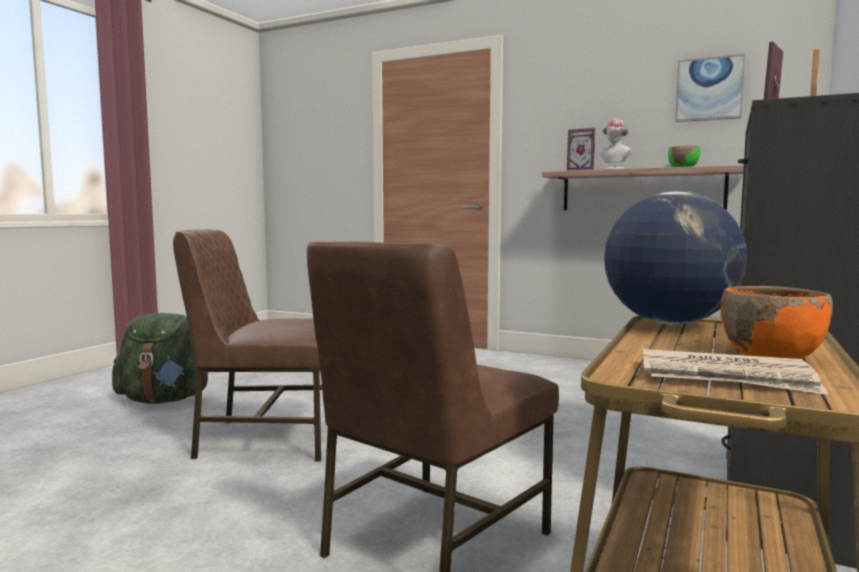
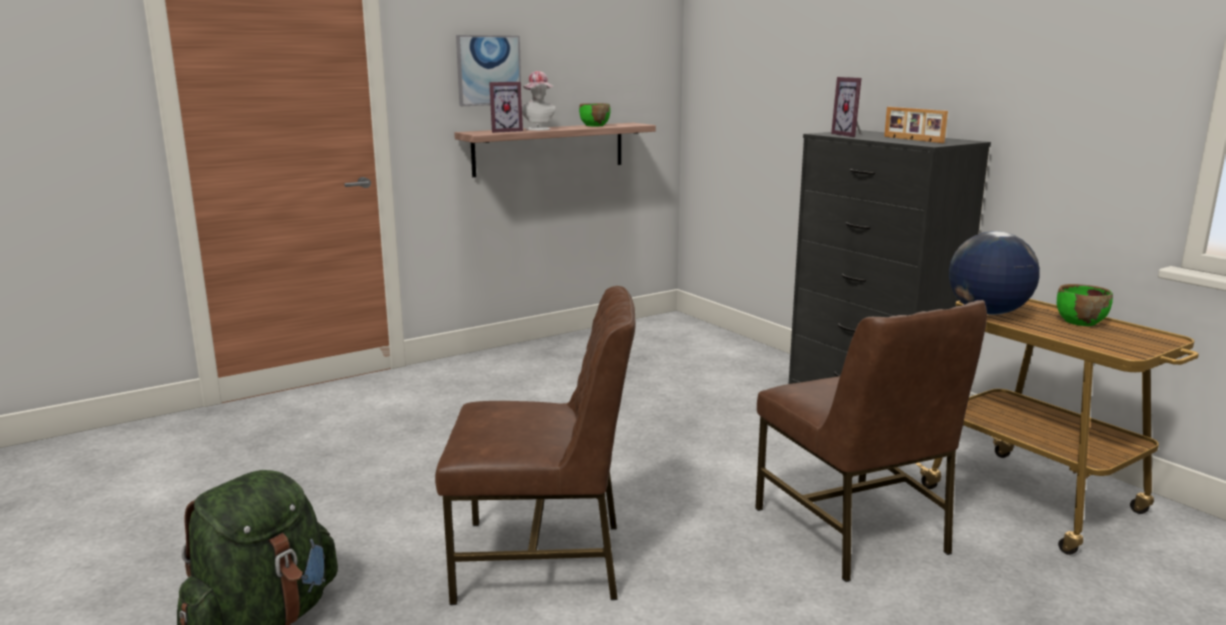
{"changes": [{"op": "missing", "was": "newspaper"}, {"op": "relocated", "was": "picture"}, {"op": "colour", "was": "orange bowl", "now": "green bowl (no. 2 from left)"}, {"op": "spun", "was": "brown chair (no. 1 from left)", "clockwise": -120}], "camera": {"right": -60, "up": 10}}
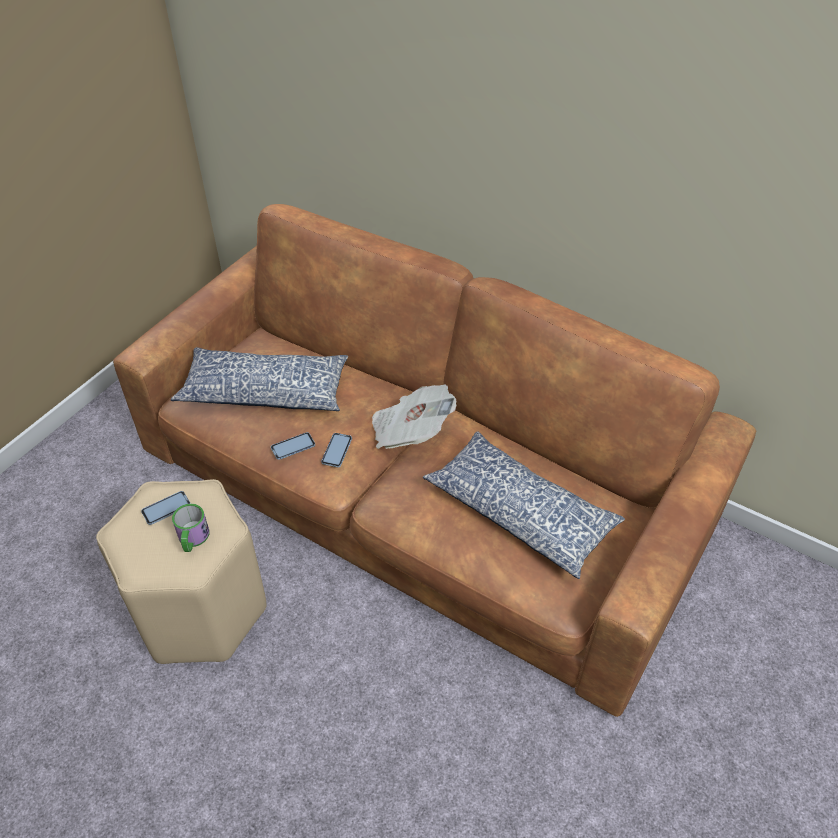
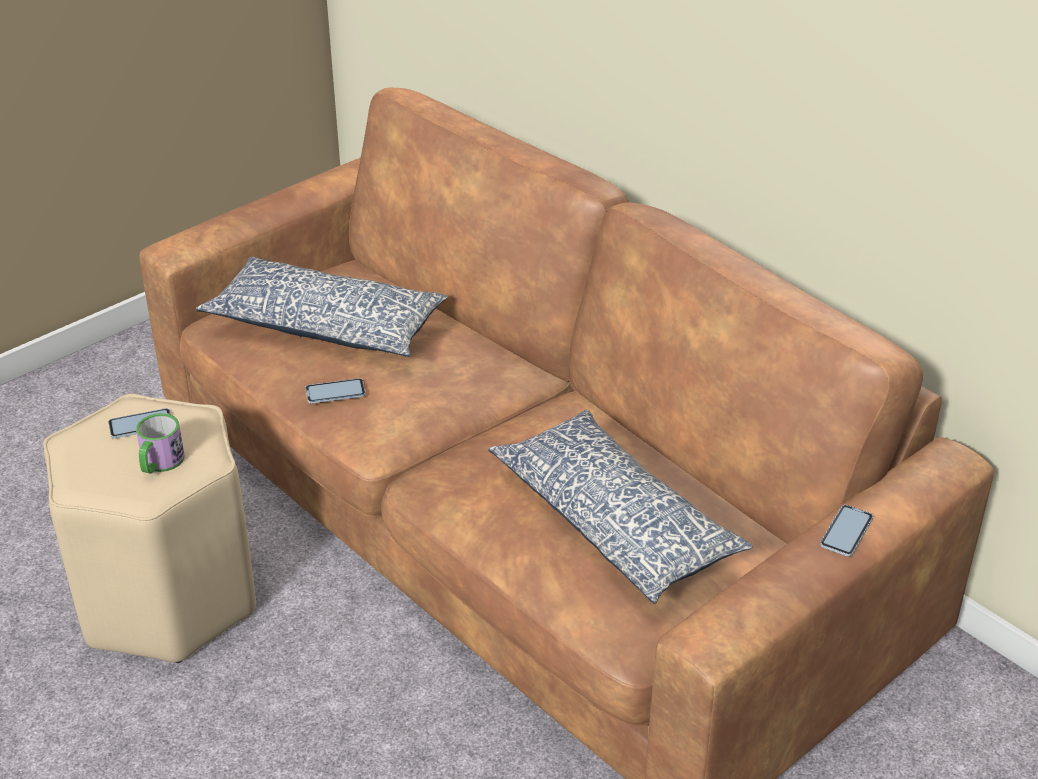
{"changes": [{"op": "missing", "was": "newspaper"}, {"op": "relocated", "was": "phone (no. 3 from left)"}], "camera": {"right": 15, "up": -10}}
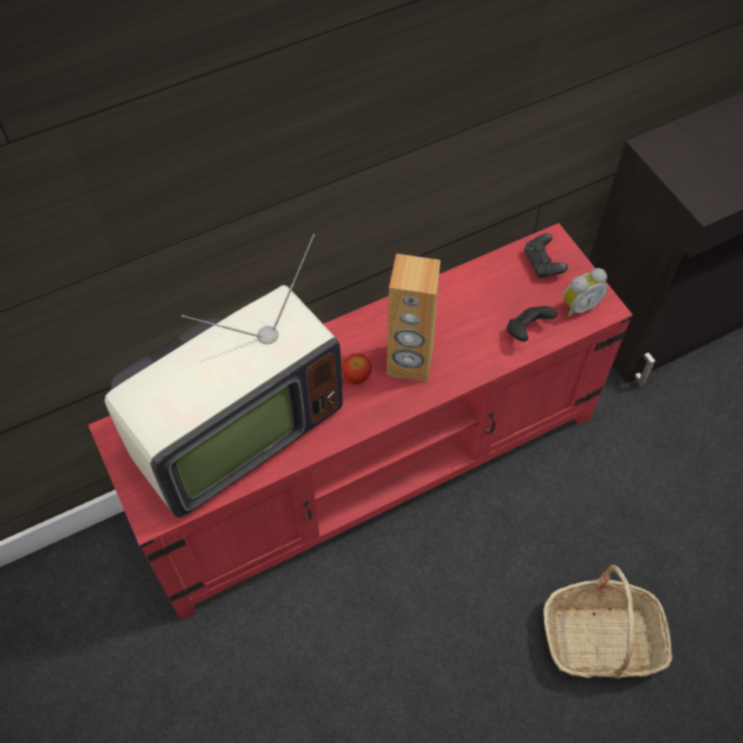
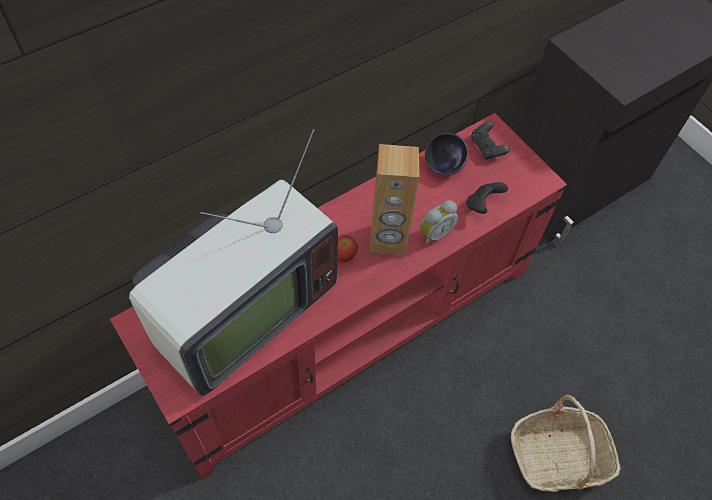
{"changes": [{"op": "appeared", "now": "black bowl"}, {"op": "relocated", "was": "alarm clock"}], "camera": {"right": -10, "up": 0}}
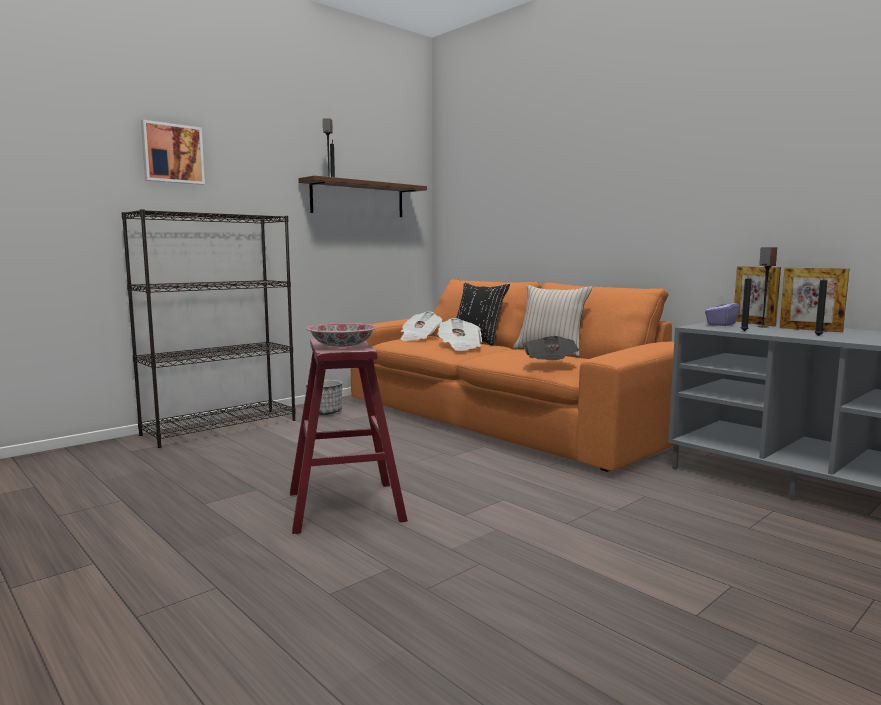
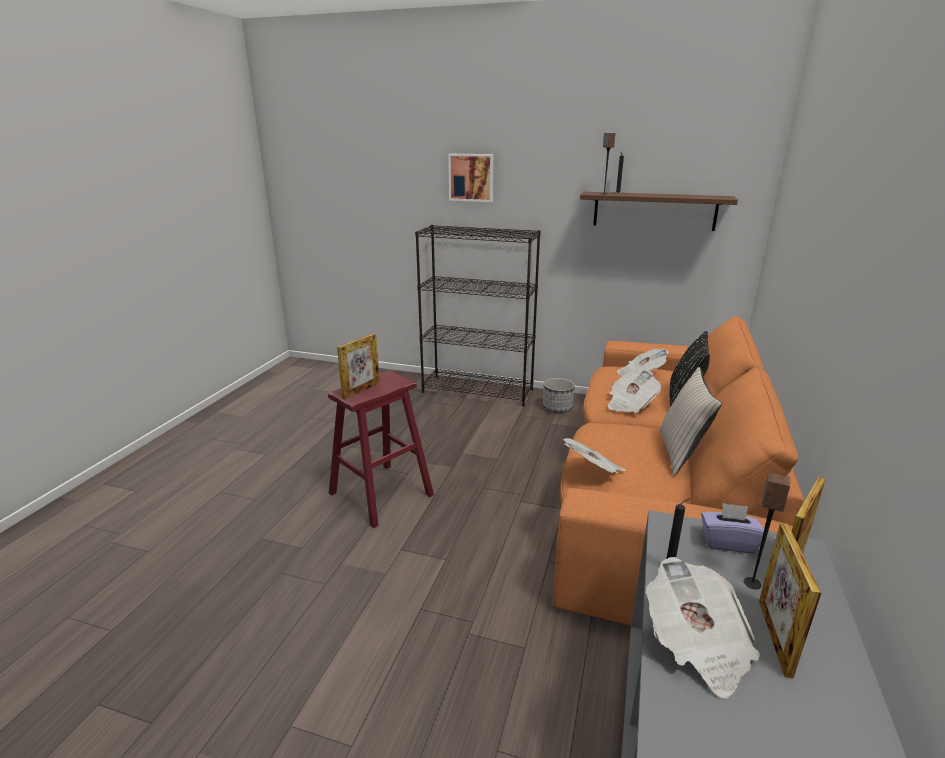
{"changes": [{"op": "exchanged", "was": "bowl", "now": "picture frame (no. 1 from left)"}, {"op": "exchanged", "was": "black candle (no. 3 from left)", "now": "newspaper (no. 4 from left)"}], "camera": {"right": 60, "up": 15}}
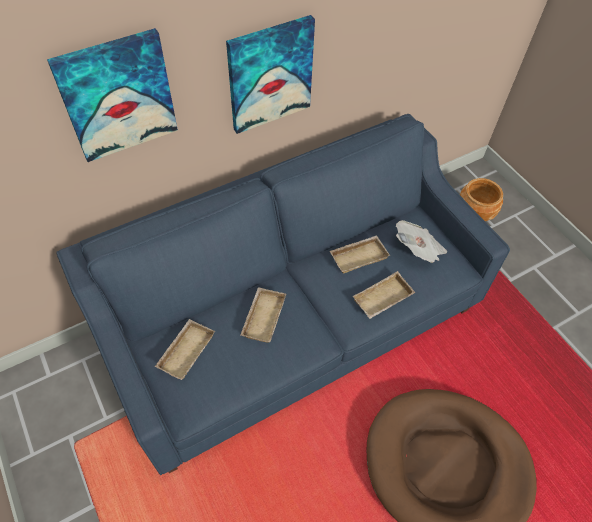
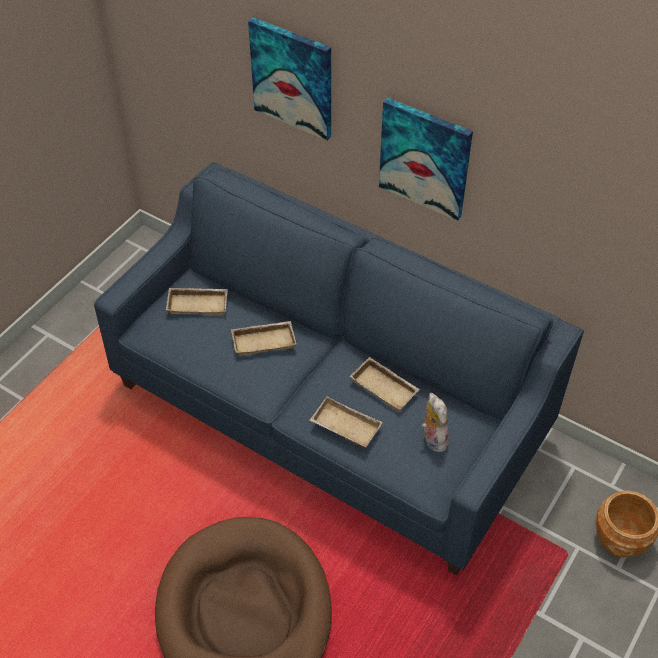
{"changes": [{"op": "exchanged", "was": "newspaper", "now": "plush toy"}], "camera": {"right": 65, "up": -5}}
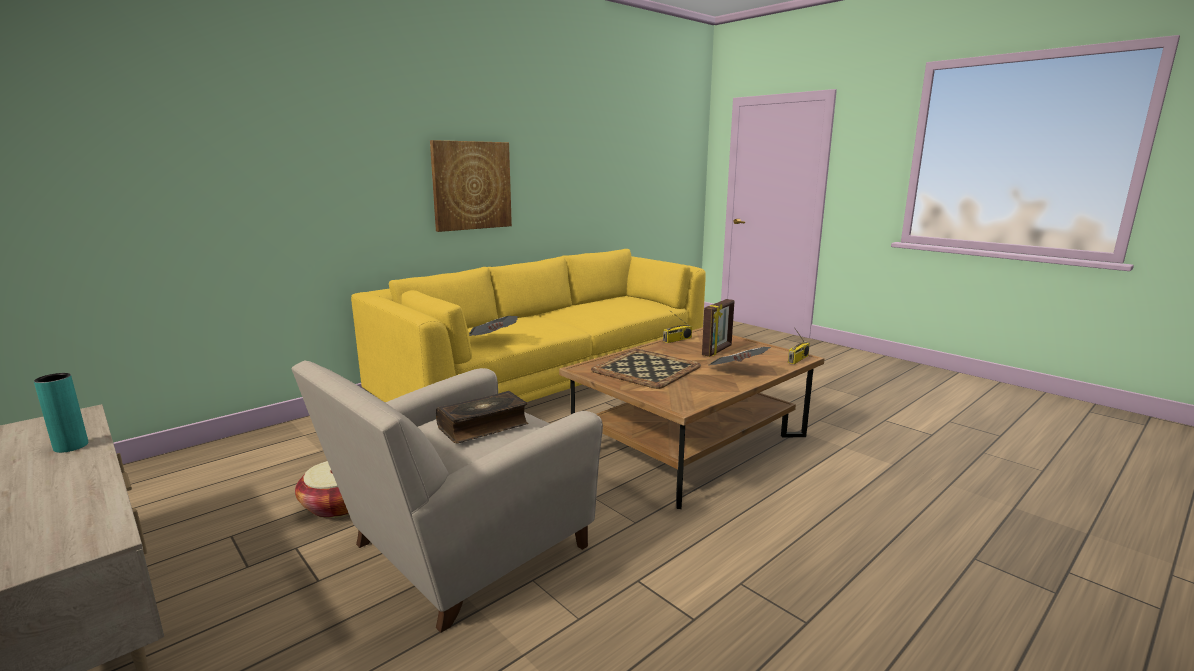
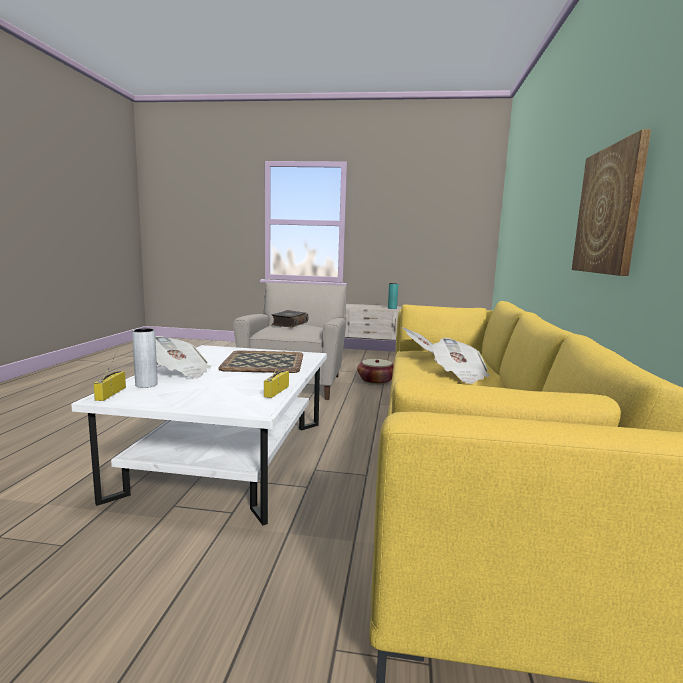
{"changes": [{"op": "missing", "was": "picture frame"}, {"op": "appeared", "now": "grey vase"}, {"op": "appeared", "now": "newspaper (no. 3 from left)"}, {"op": "colour", "was": "brown coffee table", "now": "white coffee table"}], "camera": {"right": 140, "up": -5}}
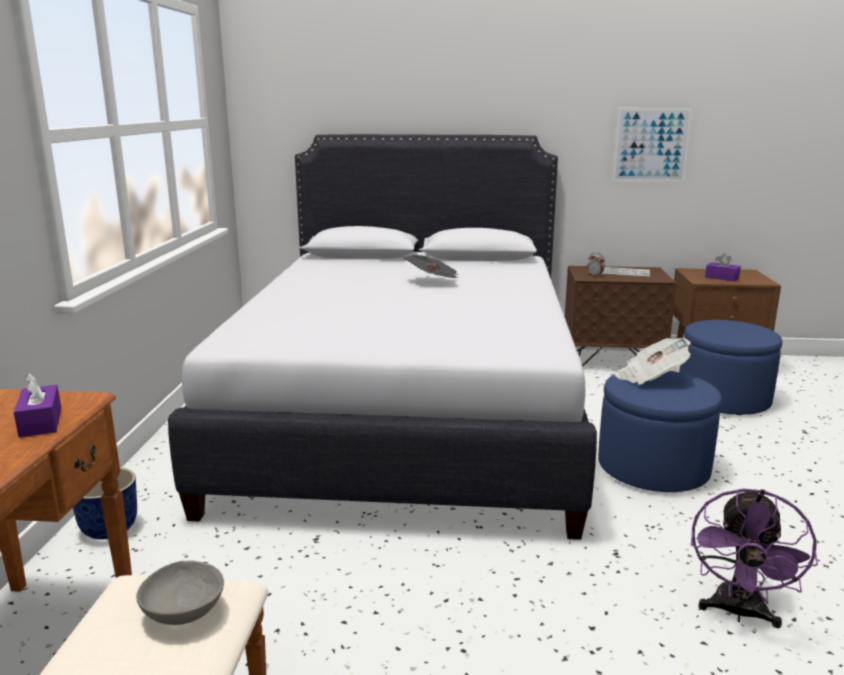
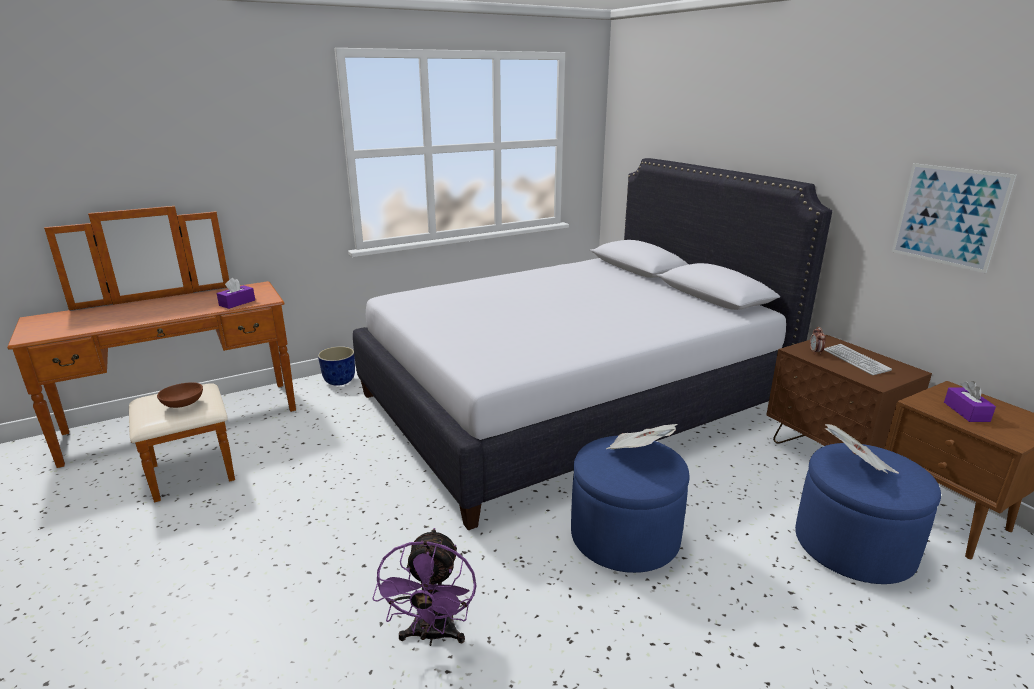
{"changes": [{"op": "relocated", "was": "newspaper (no. 1 from left in the first image)", "now": "newspaper (no. 2 from left)"}, {"op": "colour", "was": "grey bowl", "now": "brown bowl"}, {"op": "spun", "was": "purple fan", "clockwise": -75}], "camera": {"right": 55, "up": 5}}
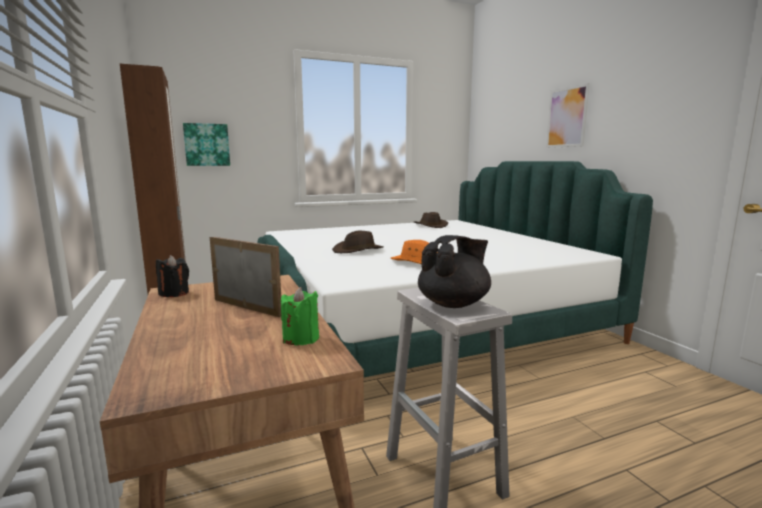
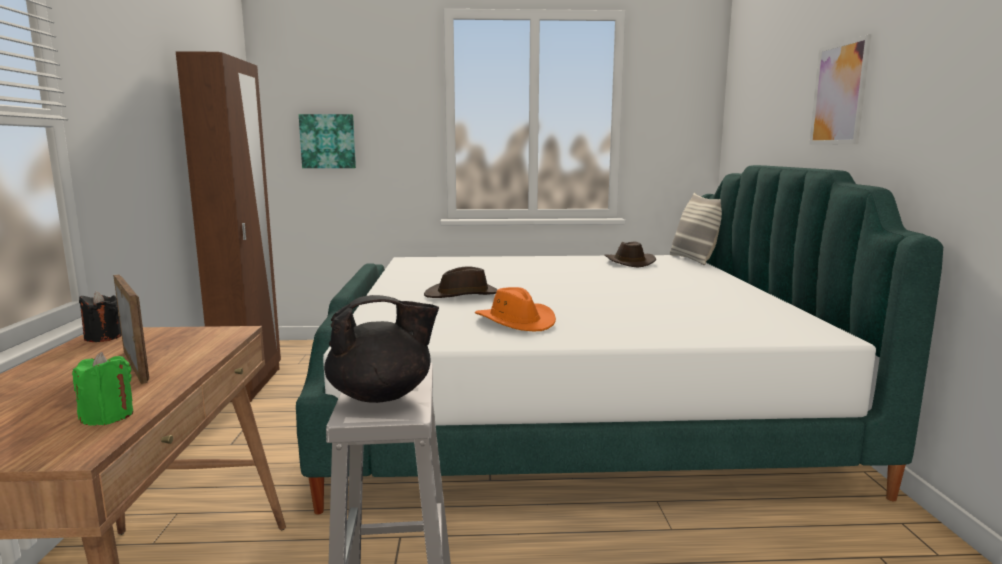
{"changes": [{"op": "appeared", "now": "pillow"}], "camera": {"right": 20, "up": 0}}
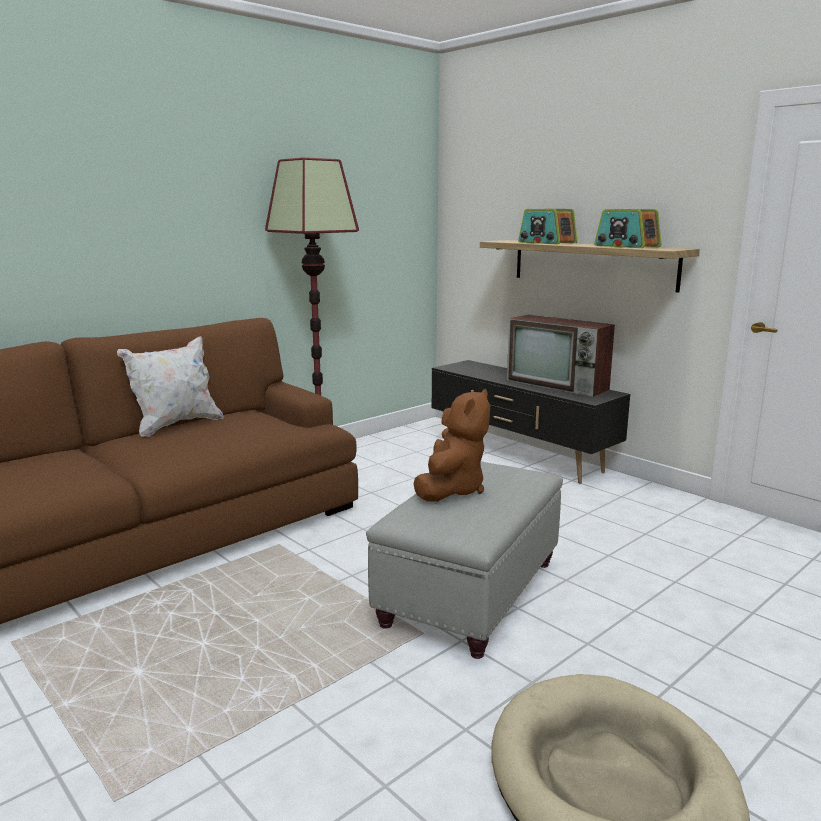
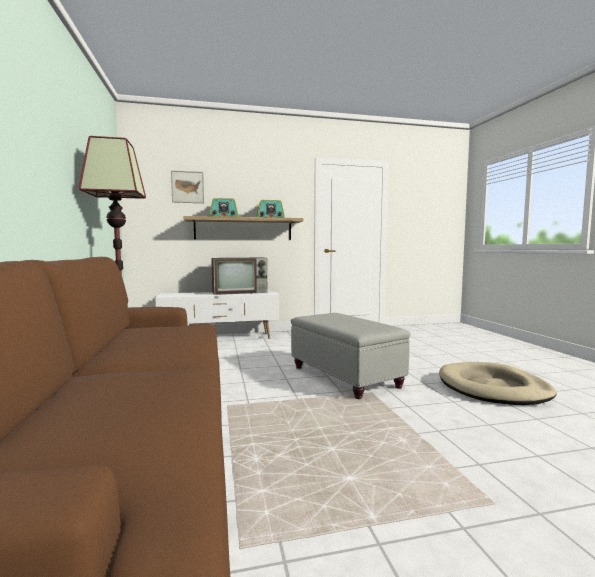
{"changes": [{"op": "missing", "was": "white pillow"}, {"op": "missing", "was": "brown plush toy"}, {"op": "appeared", "now": "picture"}, {"op": "colour", "was": "black tv stand", "now": "white tv stand"}], "camera": {"right": -60, "up": -10}}
